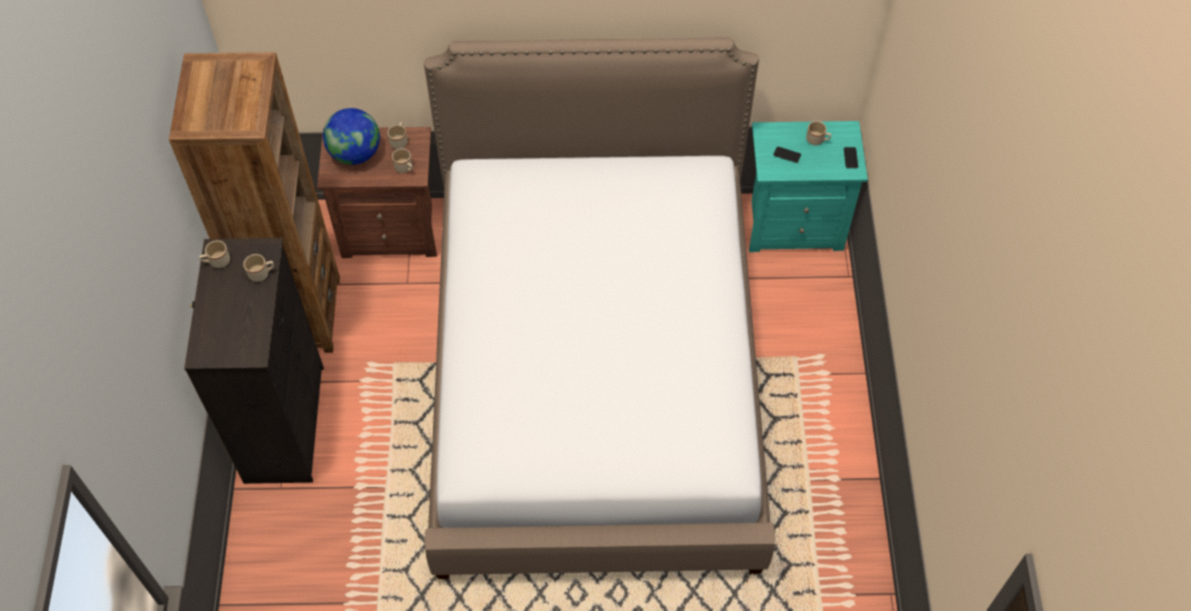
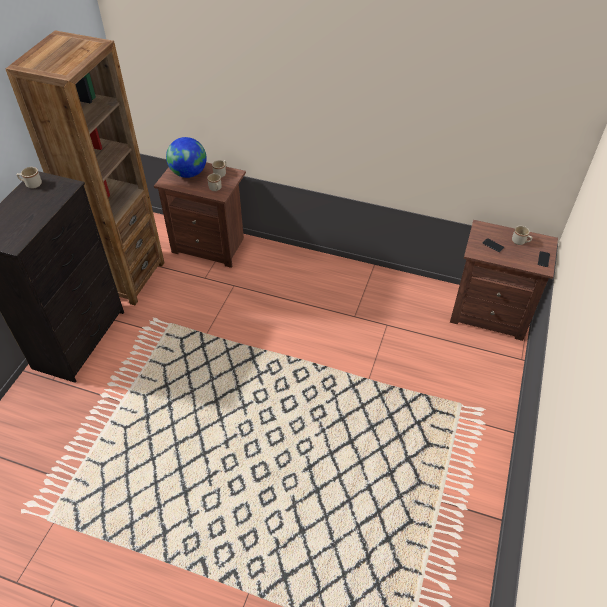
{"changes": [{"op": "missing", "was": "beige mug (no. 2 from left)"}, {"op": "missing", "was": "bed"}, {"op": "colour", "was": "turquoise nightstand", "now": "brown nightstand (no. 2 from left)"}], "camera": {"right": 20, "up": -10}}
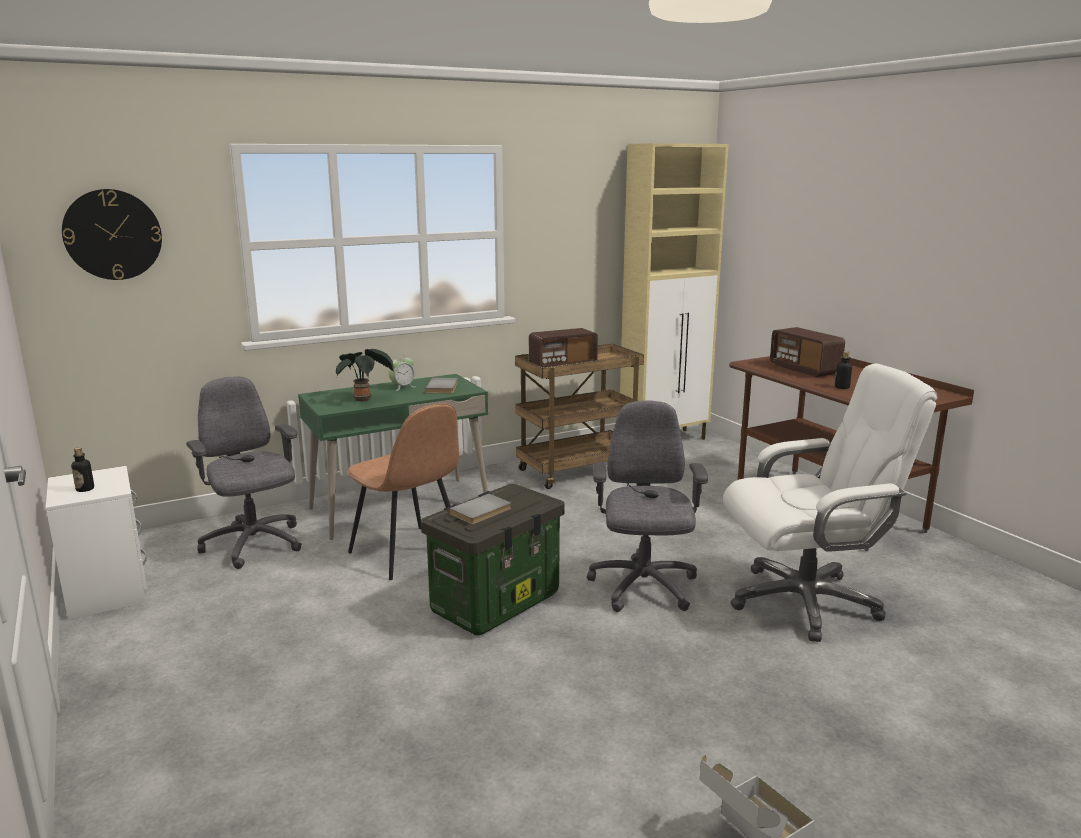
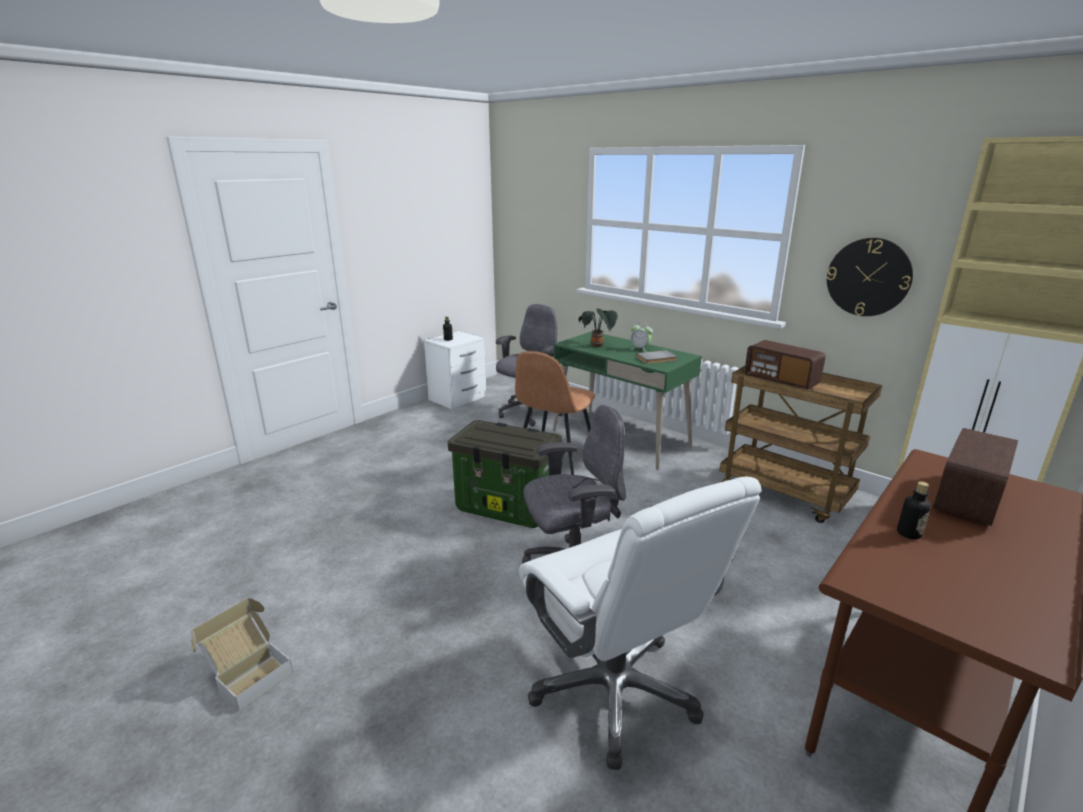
{"changes": [{"op": "missing", "was": "grey book (no. 2 from left)"}, {"op": "relocated", "was": "wall clock"}], "camera": {"right": 70, "up": 5}}
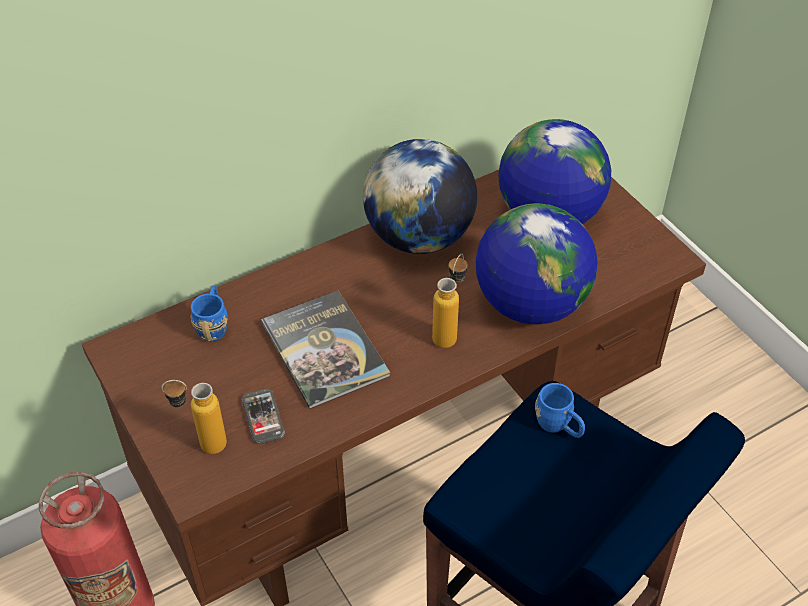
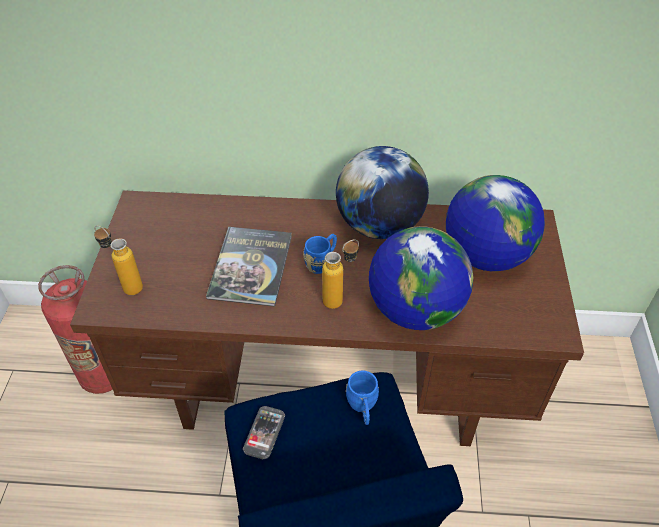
{"changes": [{"op": "relocated", "was": "blue mug (no. 1 from left)"}, {"op": "relocated", "was": "phone"}], "camera": {"right": 35, "up": 0}}
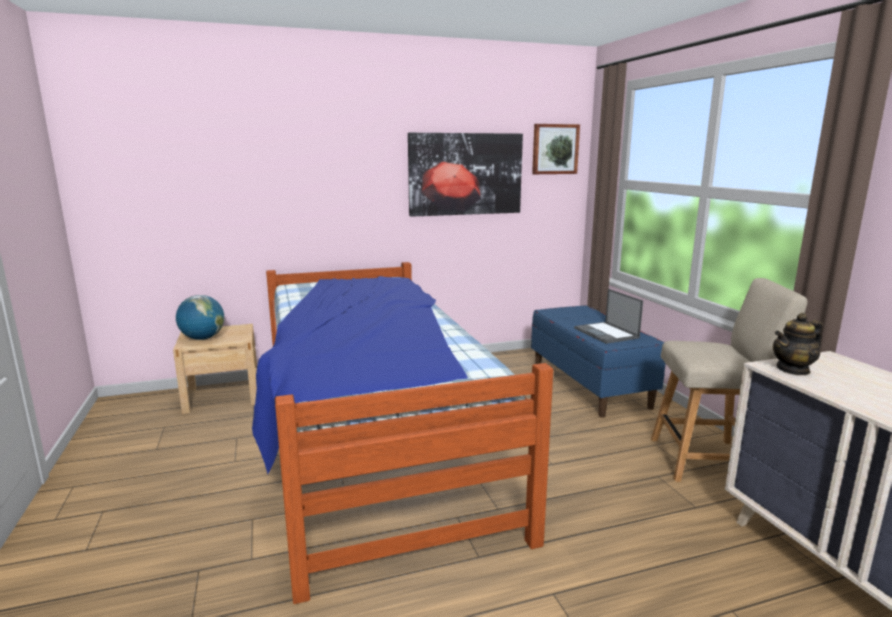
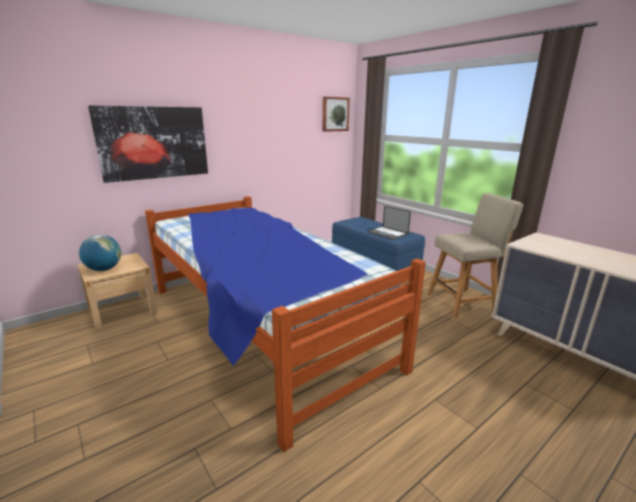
{"changes": [{"op": "missing", "was": "teapot"}, {"op": "relocated", "was": "picture (no. 1 from left)"}], "camera": {"right": -20, "up": 5}}
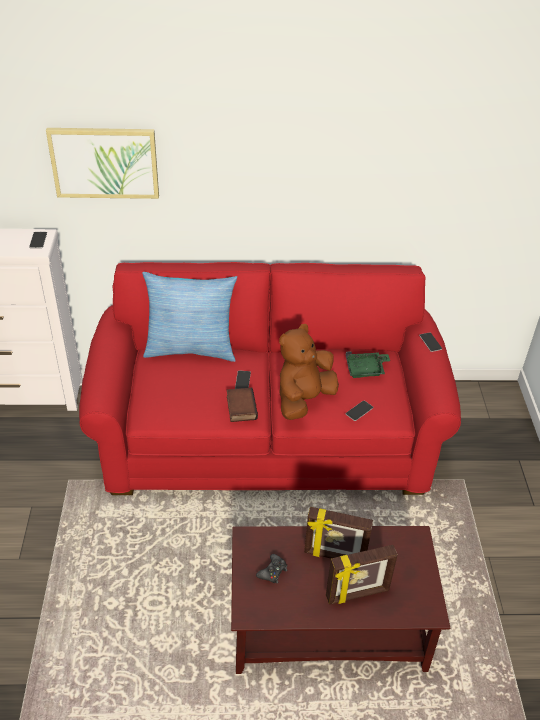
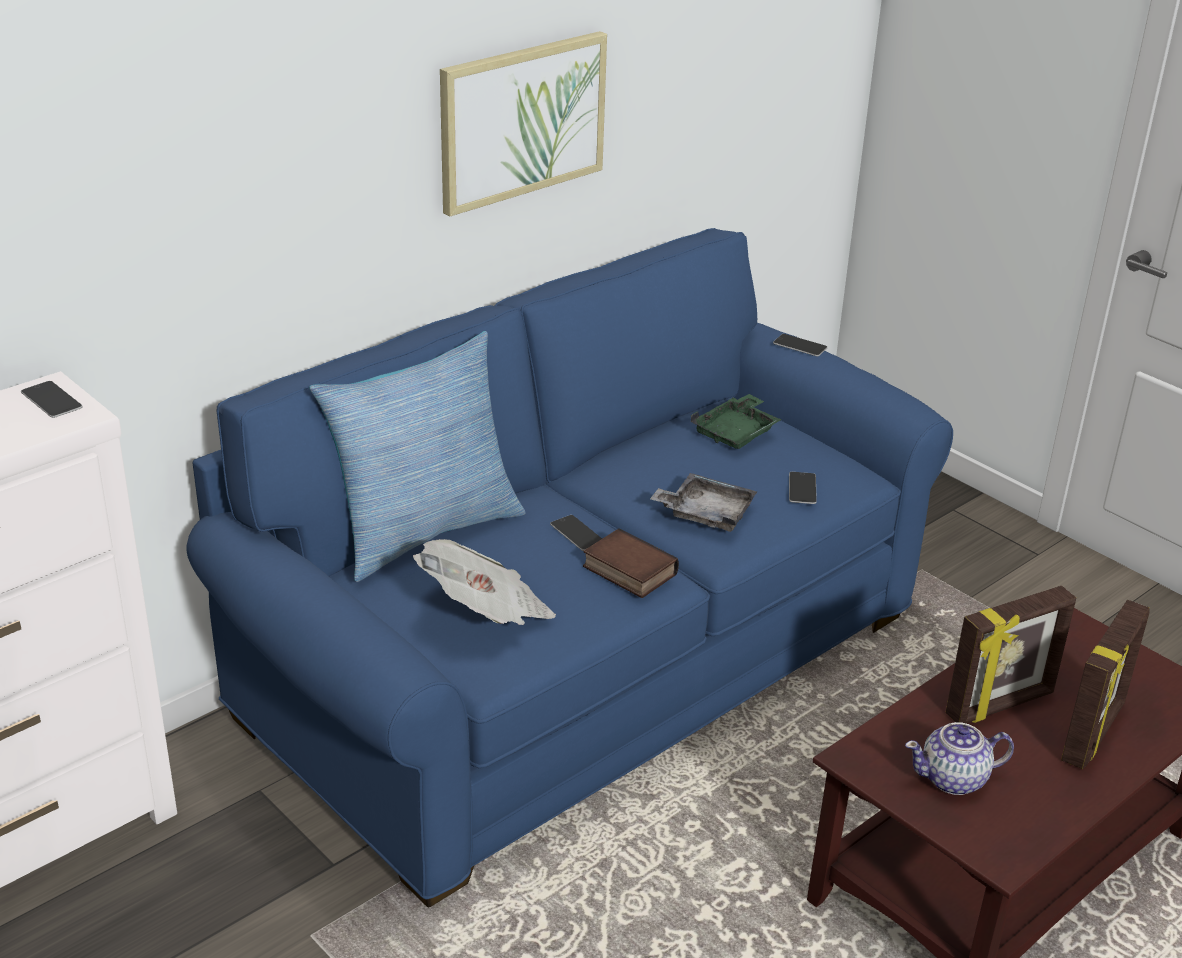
{"changes": [{"op": "appeared", "now": "newspaper"}, {"op": "relocated", "was": "picture"}, {"op": "exchanged", "was": "black game controller", "now": "teapot"}, {"op": "exchanged", "was": "brown plush toy", "now": "grey tray"}, {"op": "colour", "was": "red sofa", "now": "blue sofa"}], "camera": {"right": -40, "up": -10}}
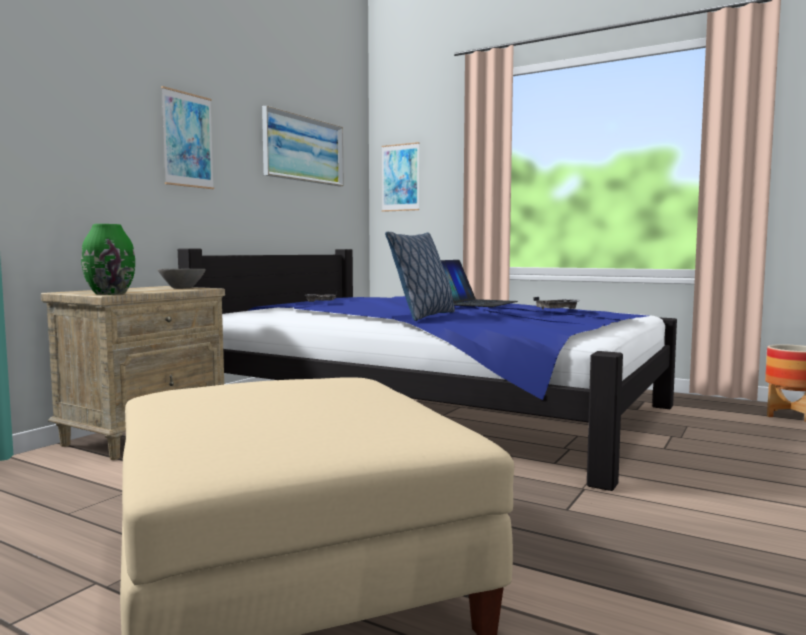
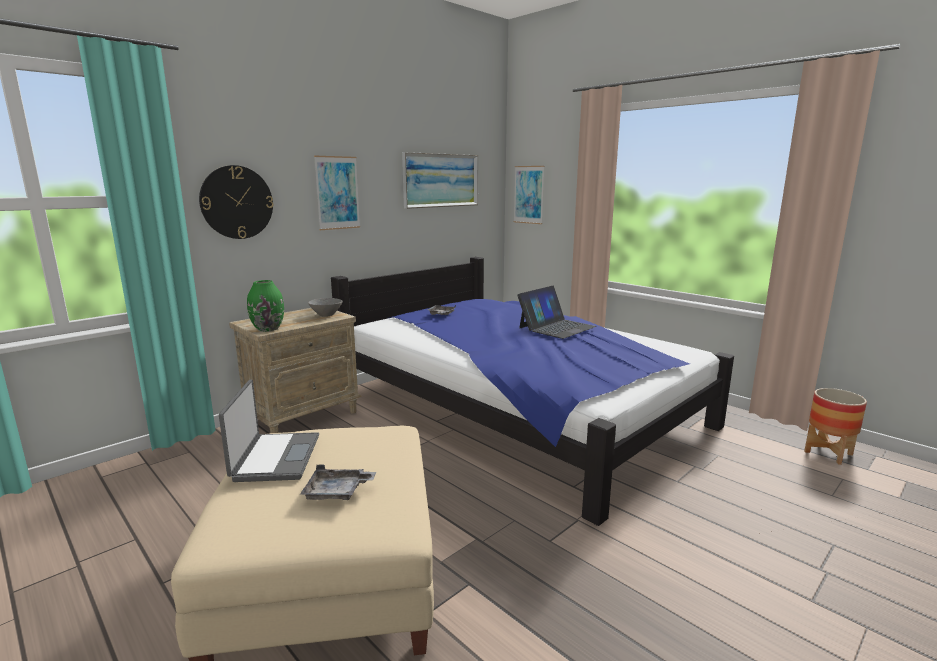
{"changes": [{"op": "missing", "was": "pillow"}, {"op": "appeared", "now": "wall clock"}, {"op": "appeared", "now": "laptop (no. 1 from left)"}, {"op": "relocated", "was": "grey tray (no. 2 from left in the first image)", "now": "grey tray (no. 1 from left)"}], "camera": {"right": 15, "up": 10}}
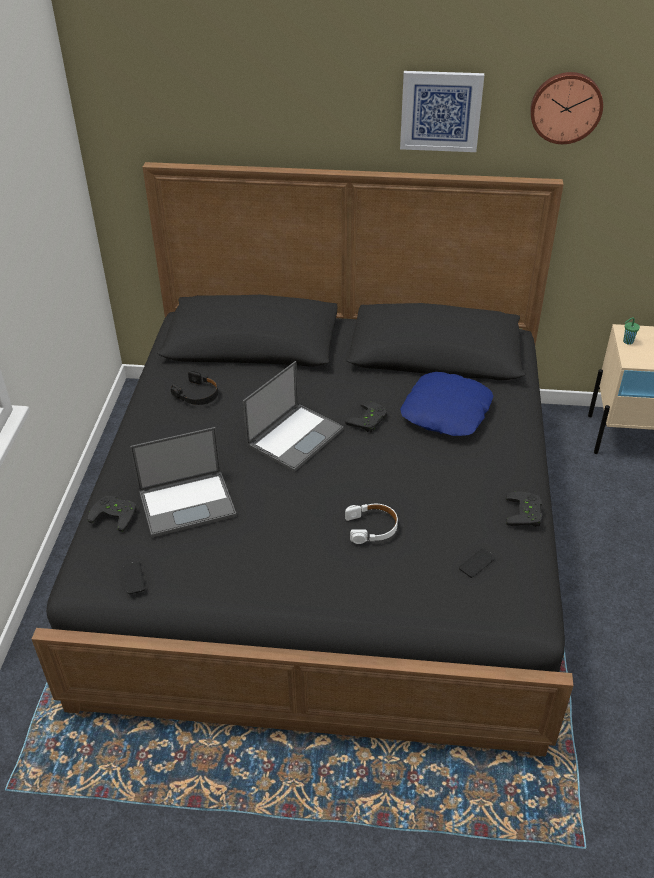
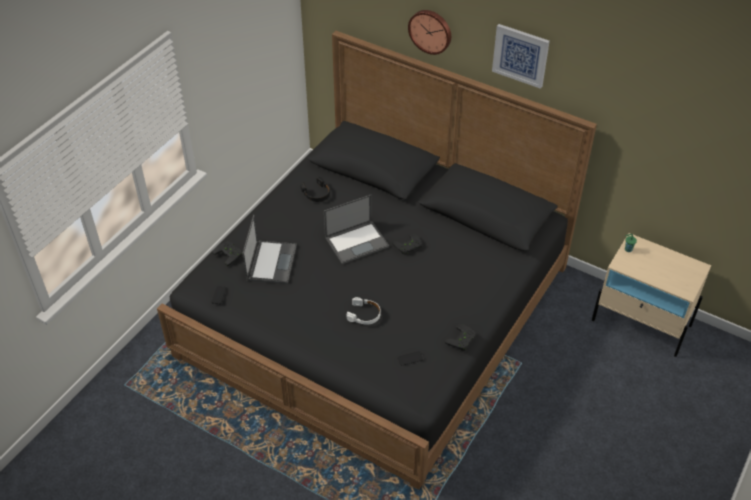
{"changes": [{"op": "missing", "was": "blue pillow"}, {"op": "relocated", "was": "wall clock"}, {"op": "spun", "was": "laptop (no. 1 from left)", "clockwise": -90}], "camera": {"right": 25, "up": 5}}
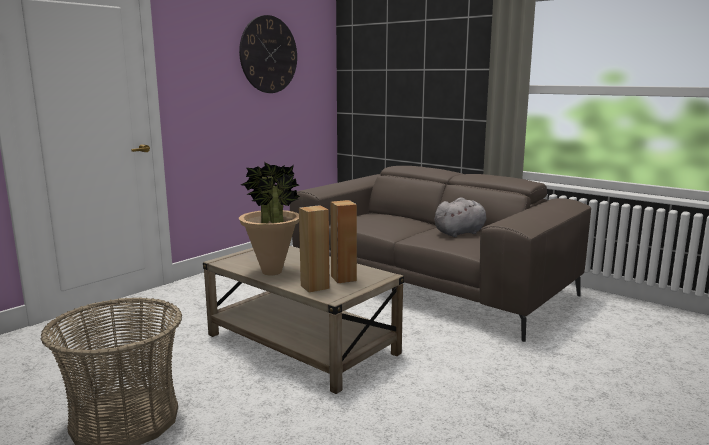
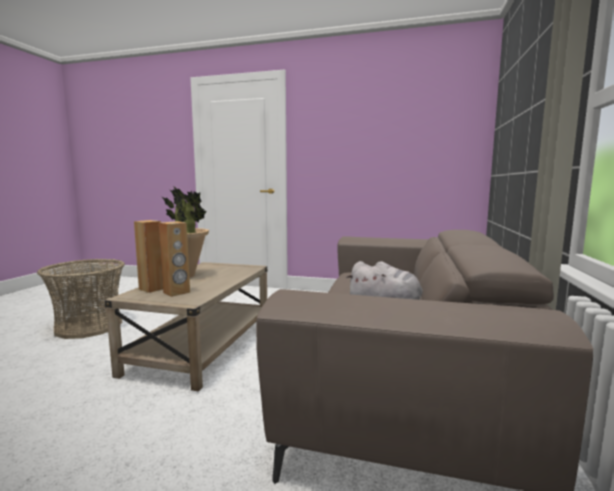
{"changes": [{"op": "missing", "was": "wall clock"}], "camera": {"right": 65, "up": -5}}
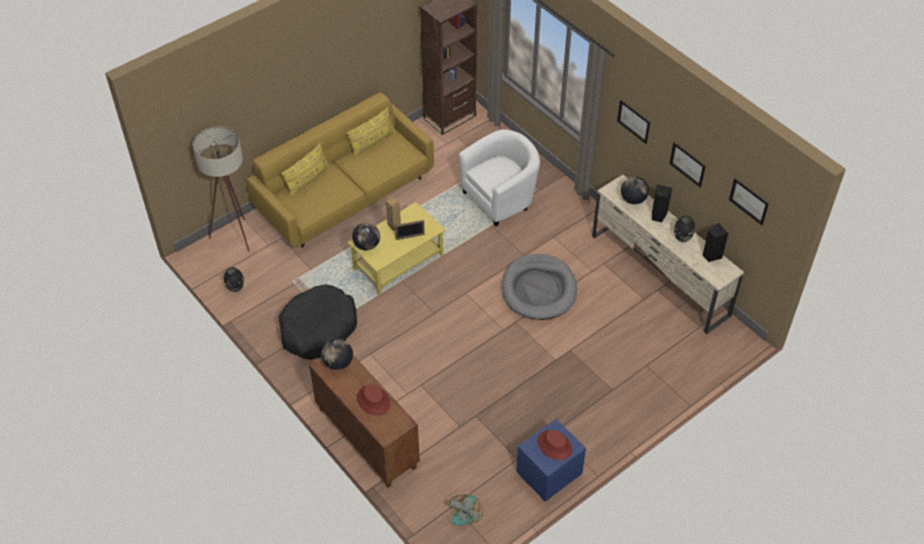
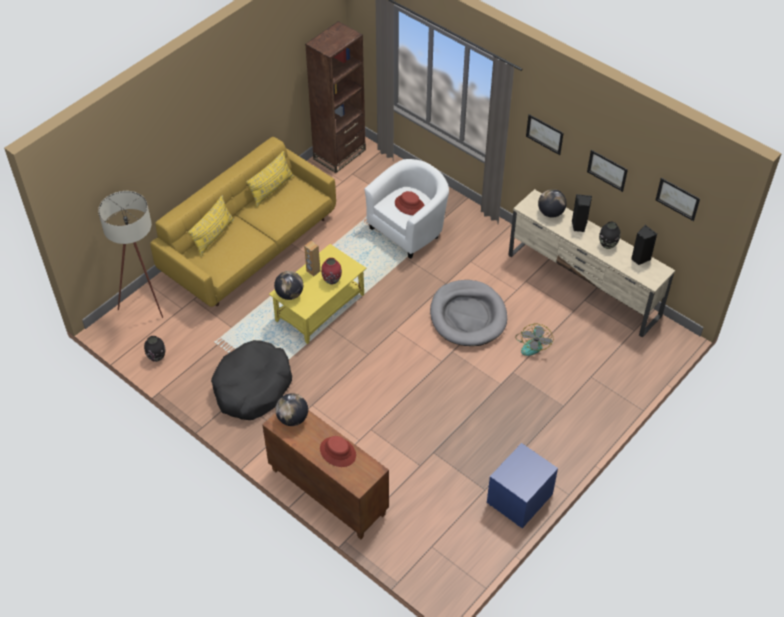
{"changes": [{"op": "relocated", "was": "fan"}, {"op": "relocated", "was": "red hat (no. 2 from left)"}, {"op": "exchanged", "was": "picture frame", "now": "red vase"}], "camera": {"right": -10, "up": 0}}
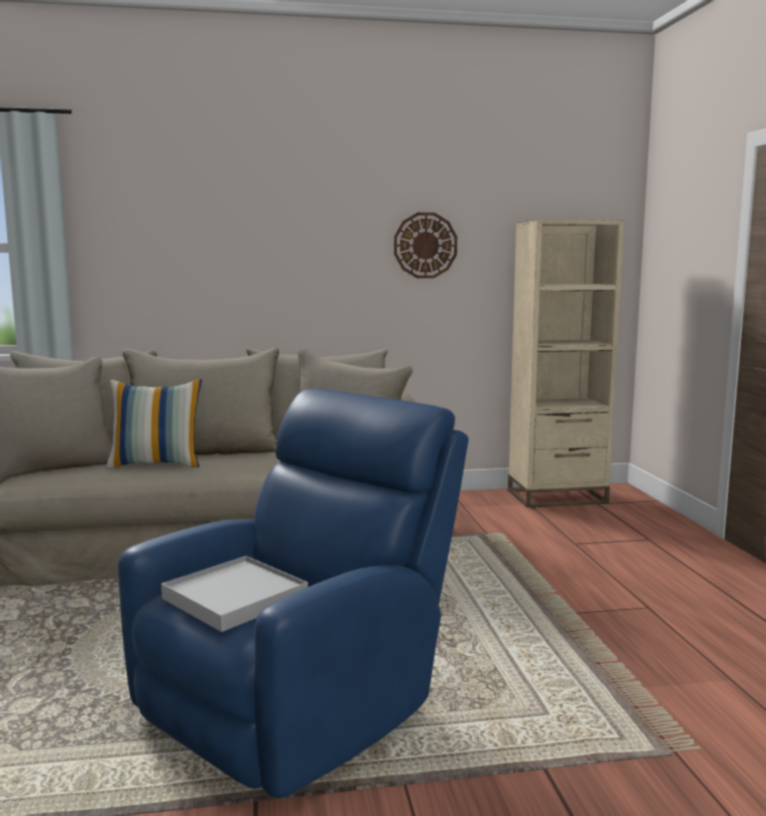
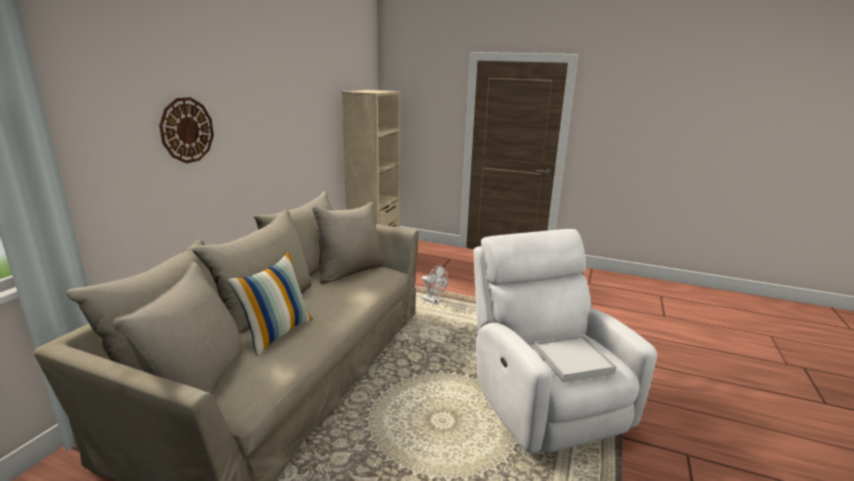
{"changes": [{"op": "appeared", "now": "white fan"}, {"op": "relocated", "was": "wall clock"}, {"op": "colour", "was": "blue armchair", "now": "white armchair"}], "camera": {"right": -60, "up": 10}}
